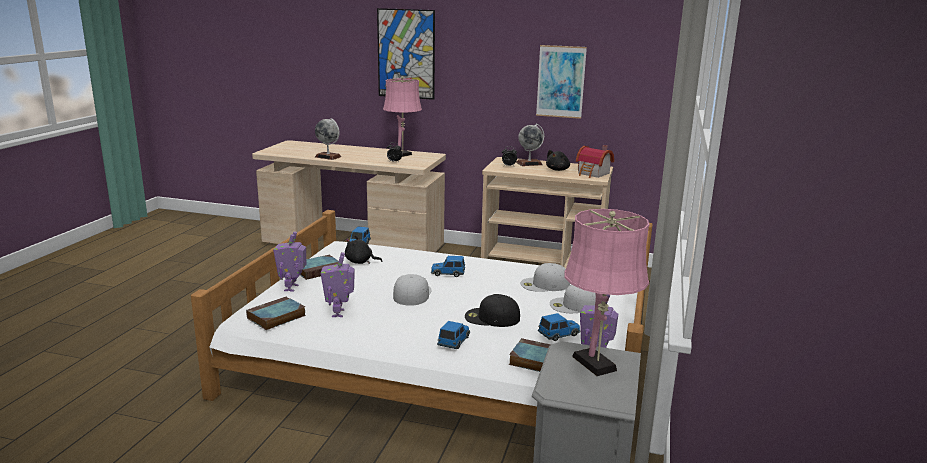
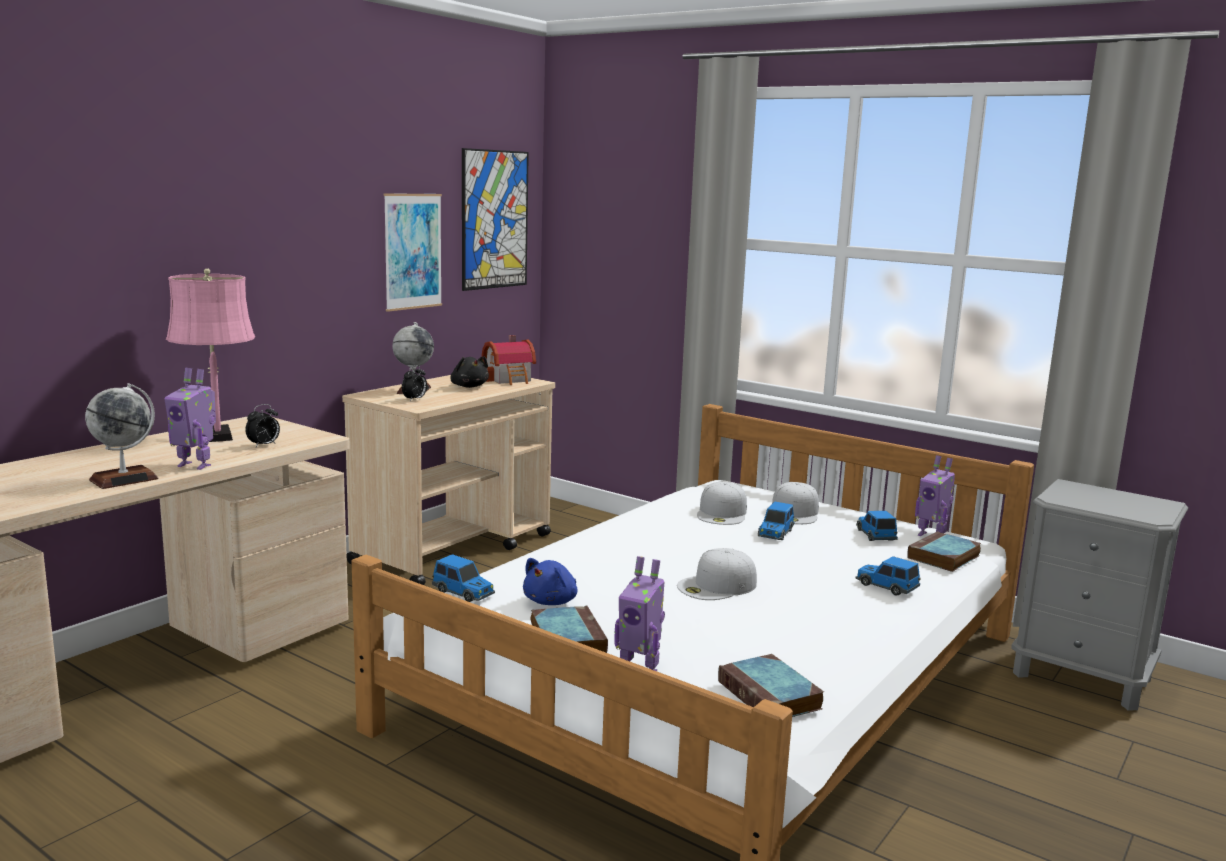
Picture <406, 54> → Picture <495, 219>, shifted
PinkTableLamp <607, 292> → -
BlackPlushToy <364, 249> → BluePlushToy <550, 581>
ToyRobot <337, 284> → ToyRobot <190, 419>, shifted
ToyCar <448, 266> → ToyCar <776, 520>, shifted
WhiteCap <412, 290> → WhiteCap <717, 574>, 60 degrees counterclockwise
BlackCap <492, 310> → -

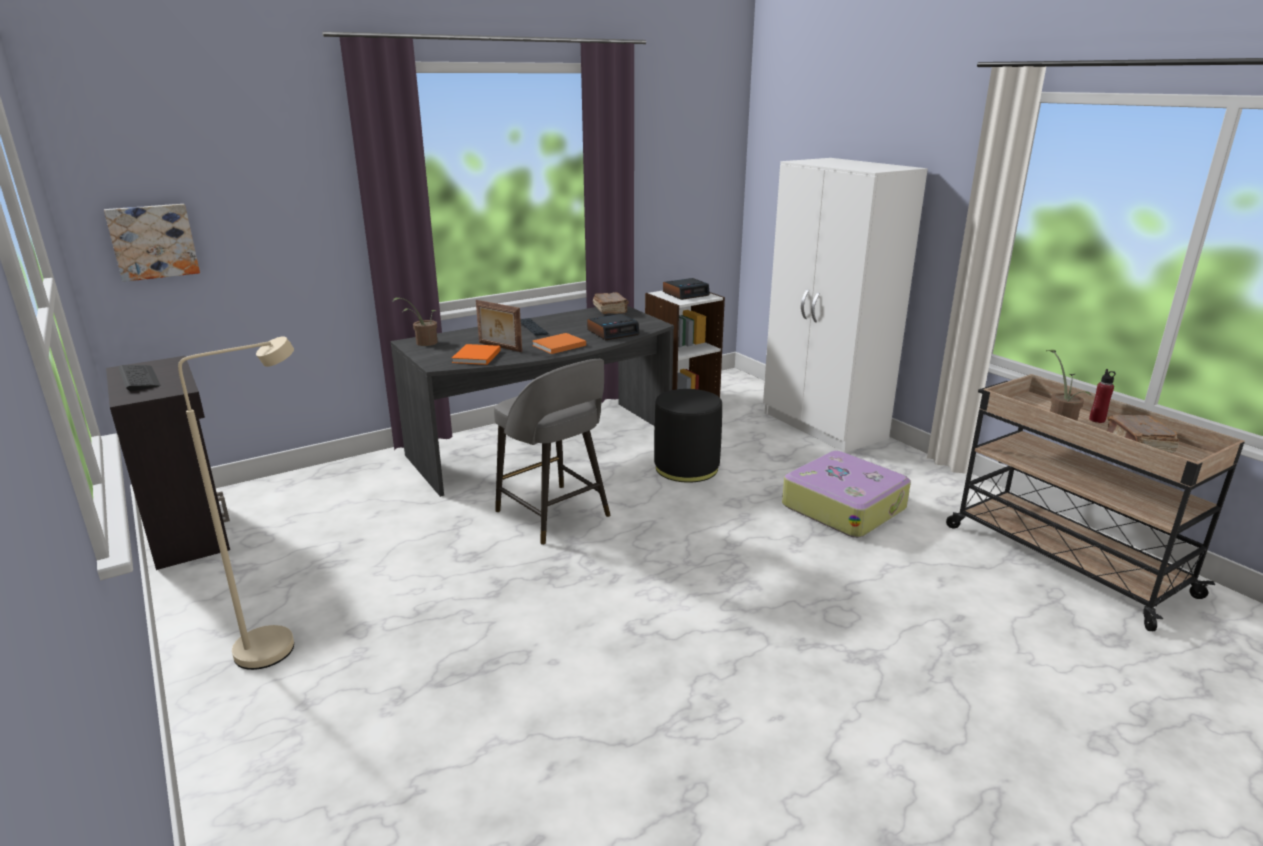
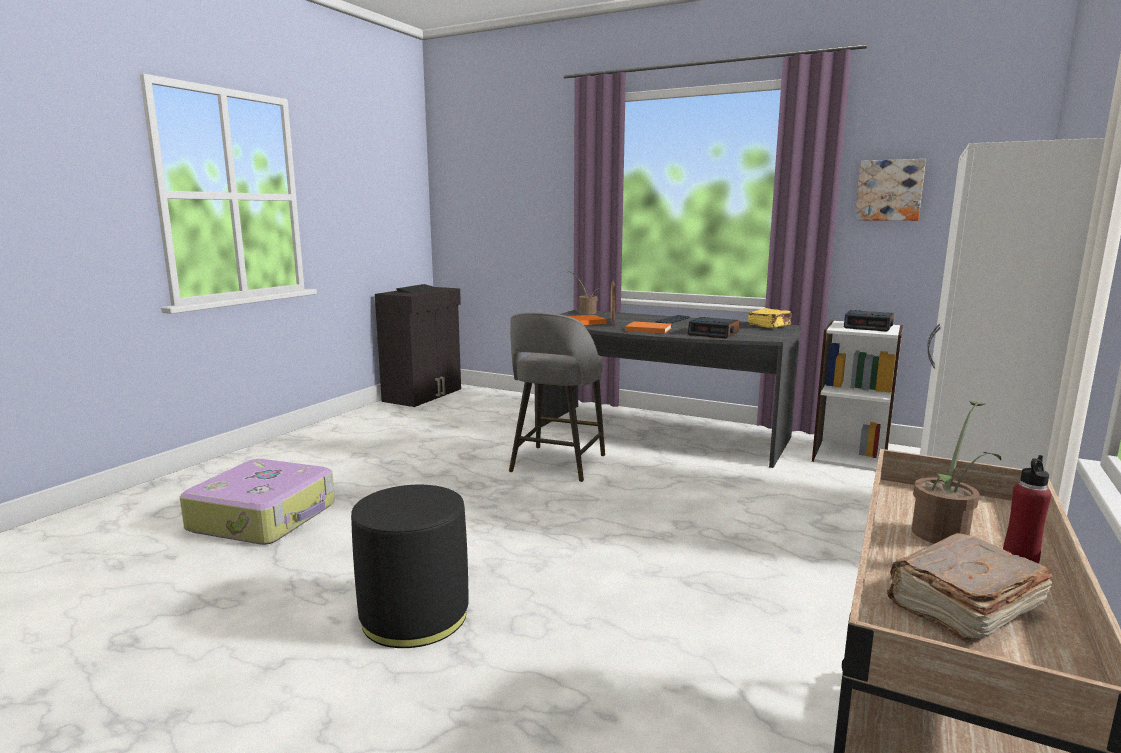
Picture <152, 243> → Picture <890, 190>, shifted
BrownBook <611, 303> → YellowBook <770, 318>
BeigeFloorLamp <236, 503> → -
BlackOttoman <688, 436> → BlackOttoman <410, 566>, shifted
Suitcase <846, 494> → Suitcase <257, 502>, shifted

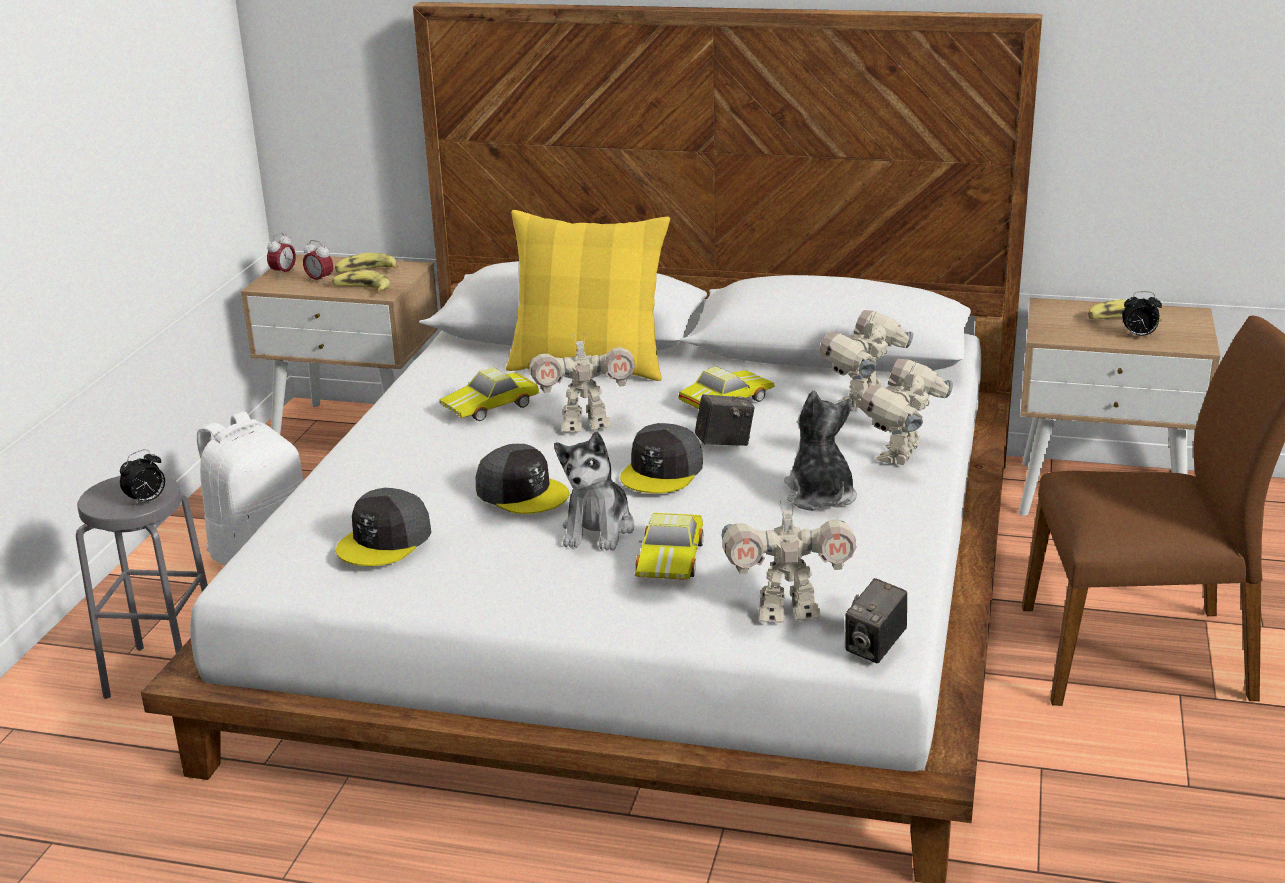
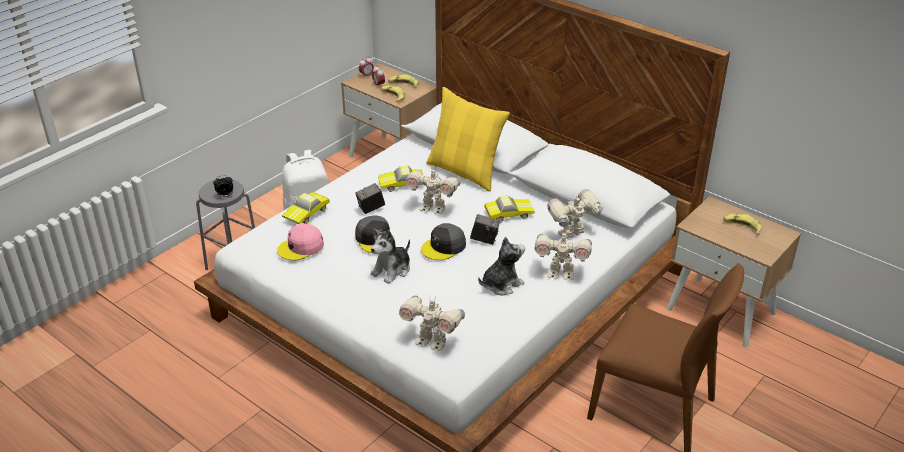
AlarmClock <1142, 314> → -
ToyRobot <906, 412> → ToyRobot <563, 254>, 135 degrees counterclockwise
PlushToy <820, 450> → PlushToy <501, 266>, 45 degrees clockwise
GreyCap <383, 527> → PinkCap <300, 242>
ToyCar <669, 546> → ToyCar <306, 208>, shifted
PhotoCamera <876, 621> → PhotoCamera <370, 198>, shifted

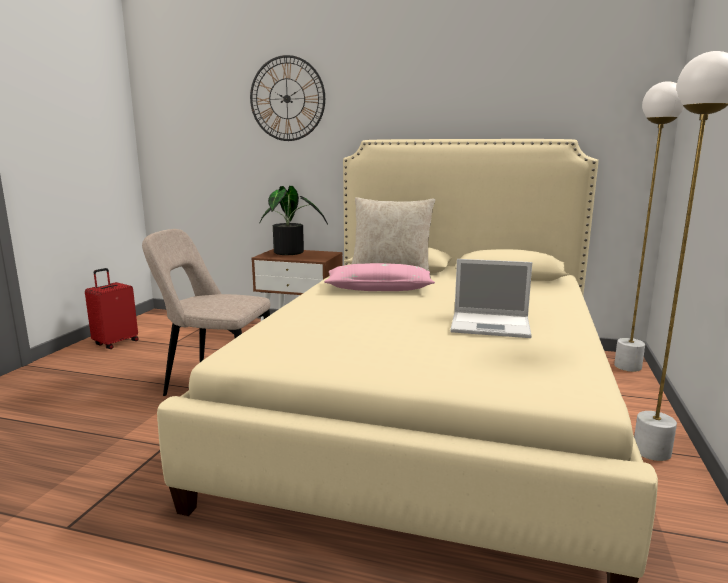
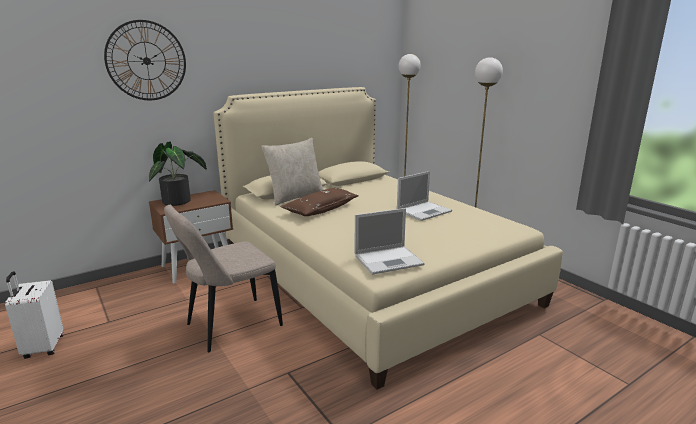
PinkPillow <379, 277> → BrownPillow <319, 202>
RedSuitcase <112, 308> → WhiteSuitcase <34, 315>
- → Laptop <390, 241>

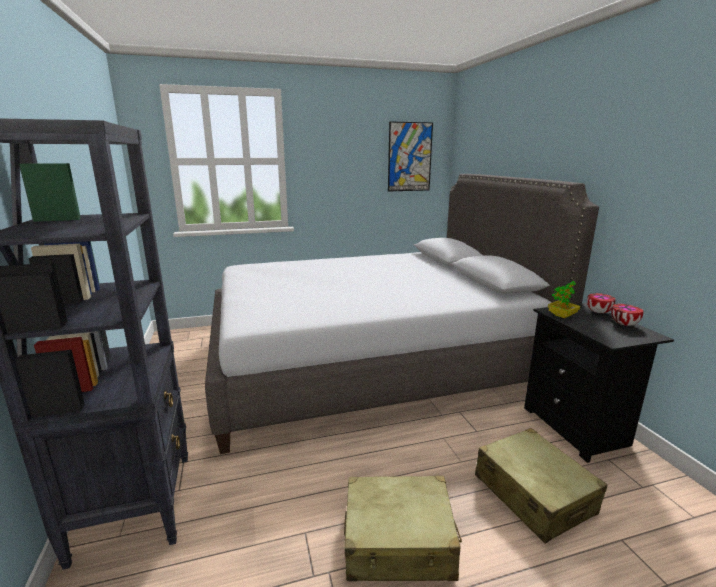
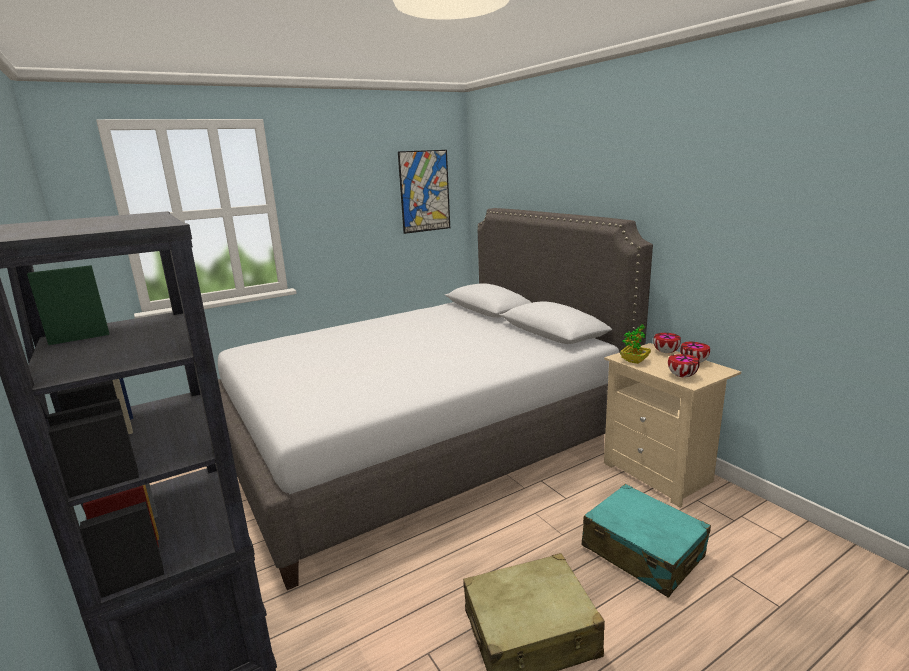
BlackNightstand <599, 383> → BeigeNightstand <672, 425>
BeigeSuitcase <541, 485> → TurquoiseSuitcase <646, 541>
- → Bowl <684, 365>

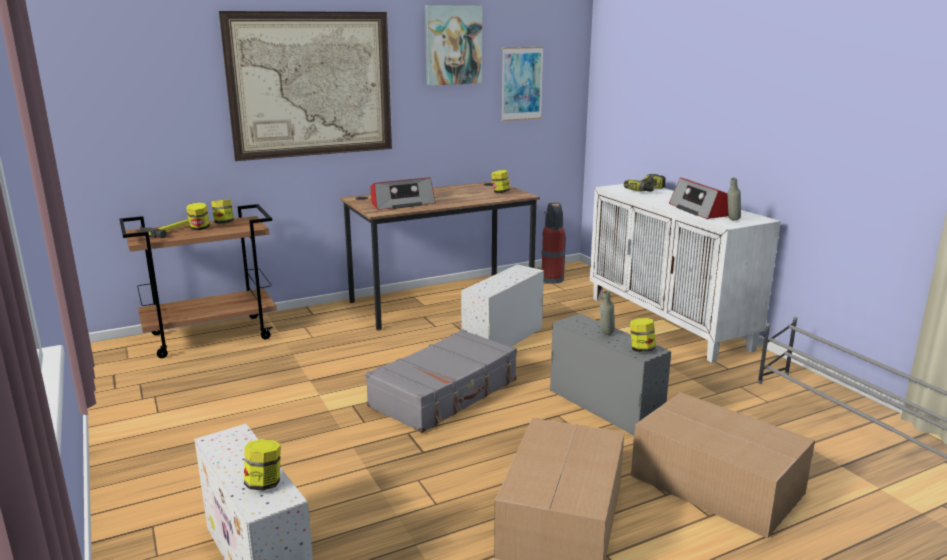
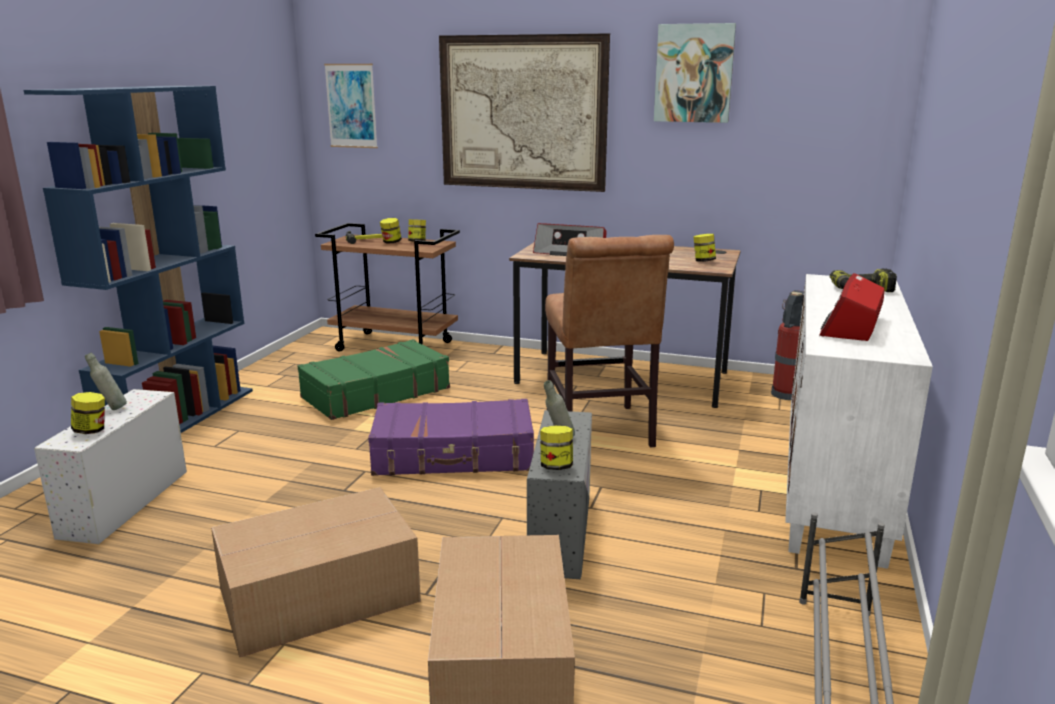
Picture <522, 84> → Picture <351, 106>, shifted
GreyBottle <734, 199> → GreyBottle <106, 381>, shifted
WhiteStorageBox <502, 305> → BrownChair <609, 341>
GreySuitcase <441, 381> → PurpleSuitcase <451, 437>
- → BlueBookcase <138, 259>
- → GreenSuitcase <374, 379>

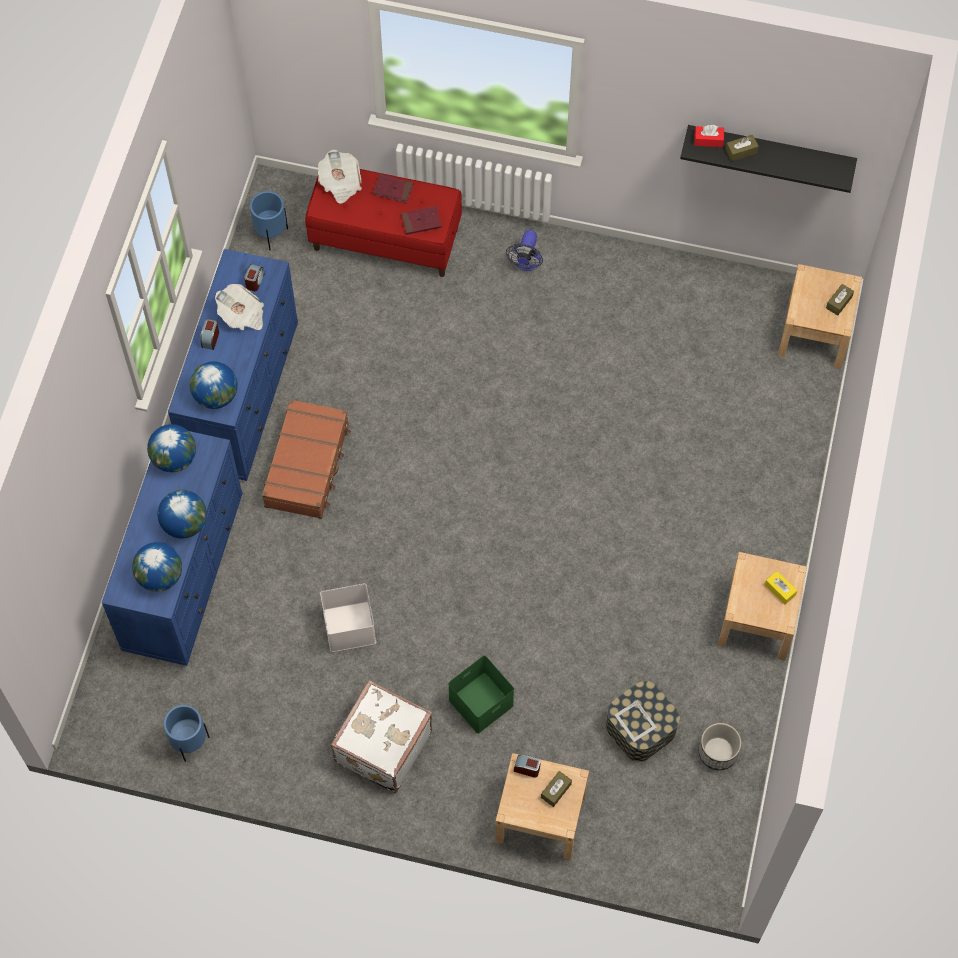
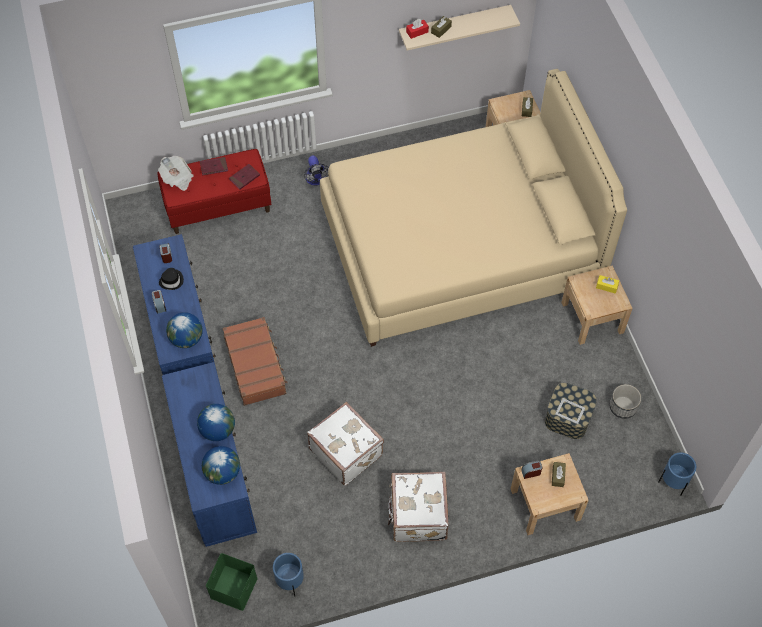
BlackShelf <768, 159> → BeigeShelf <459, 28>
BluePlanter <269, 221> → BluePlanter <677, 474>, shifted
Newspaper <239, 307> → BlackHat <171, 279>
Globe <171, 448> → -
WhiteStorageBox <348, 618> → WhiteSuitcase <345, 444>
GreenStorageBox <481, 694> → GreenStorageBox <232, 582>, shifted
- → BeigeBed <473, 208>

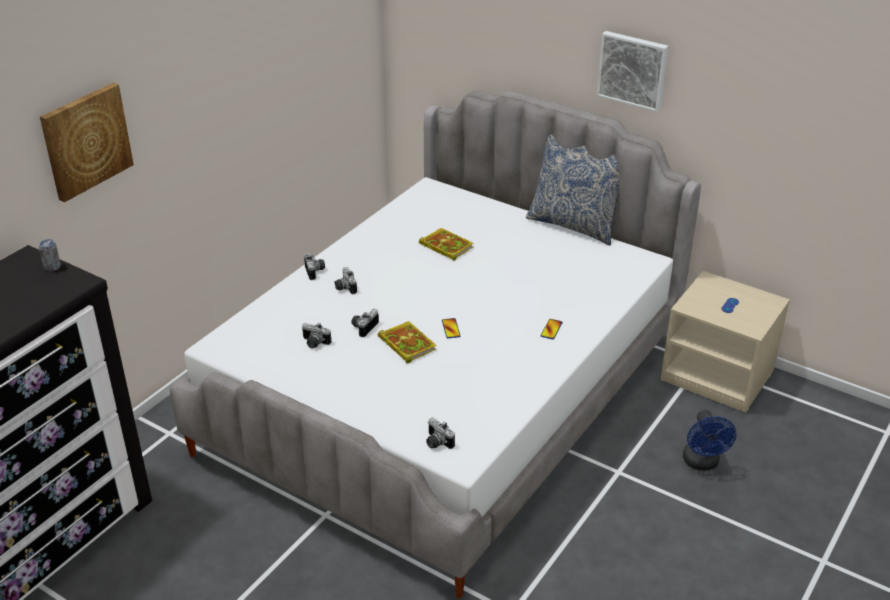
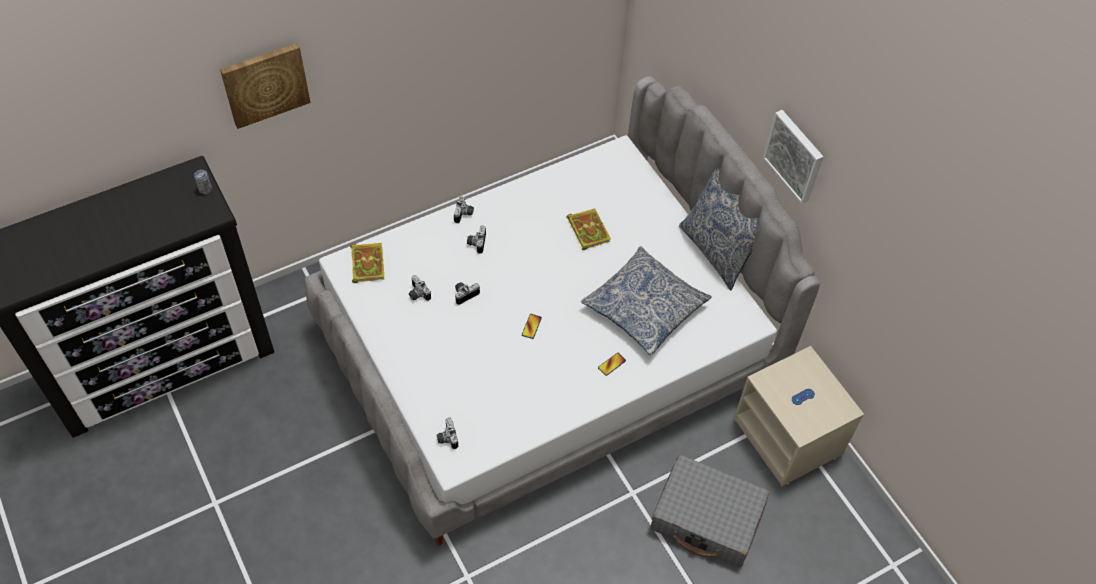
Book <407, 342> → Book <367, 263>, shifted
BlueFan <709, 440> → GreySuitcase <710, 510>
- → Pillow <646, 301>

